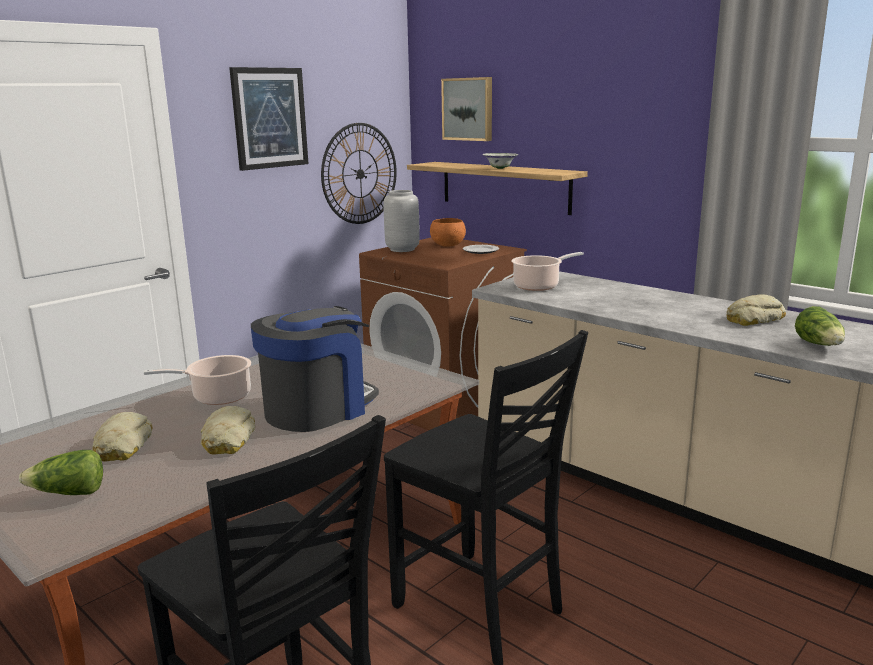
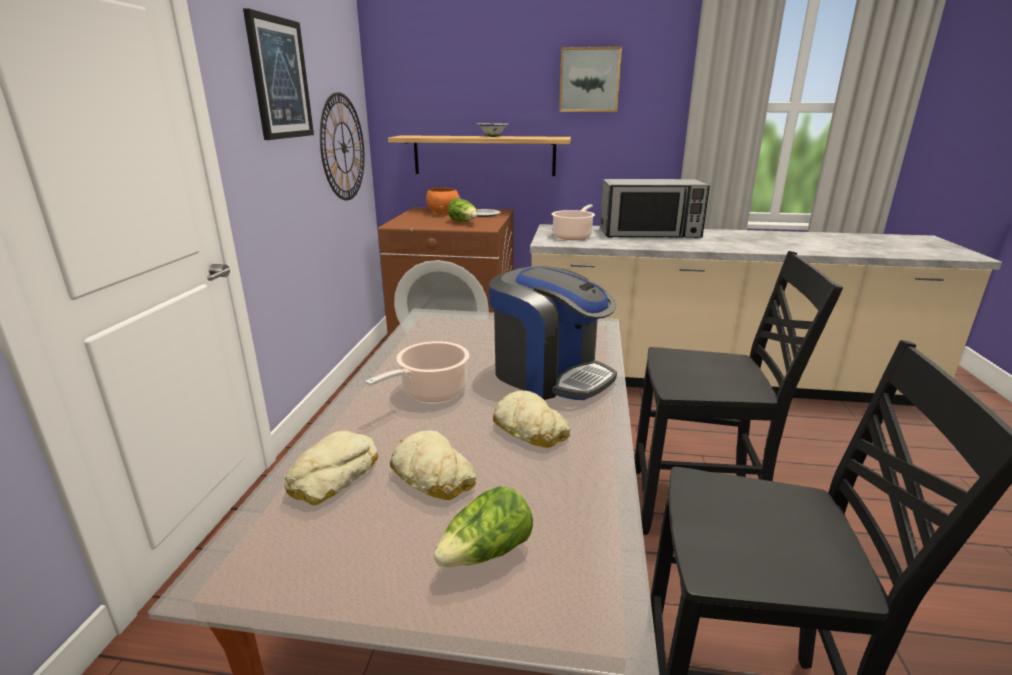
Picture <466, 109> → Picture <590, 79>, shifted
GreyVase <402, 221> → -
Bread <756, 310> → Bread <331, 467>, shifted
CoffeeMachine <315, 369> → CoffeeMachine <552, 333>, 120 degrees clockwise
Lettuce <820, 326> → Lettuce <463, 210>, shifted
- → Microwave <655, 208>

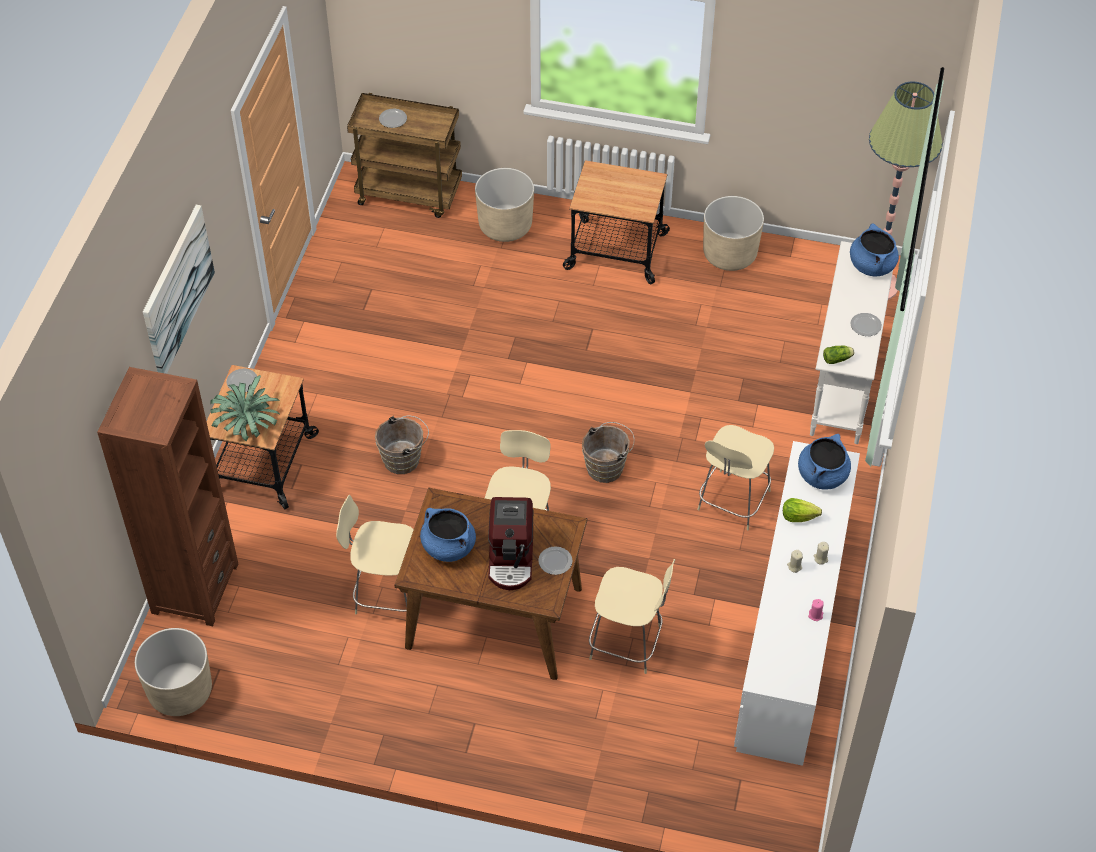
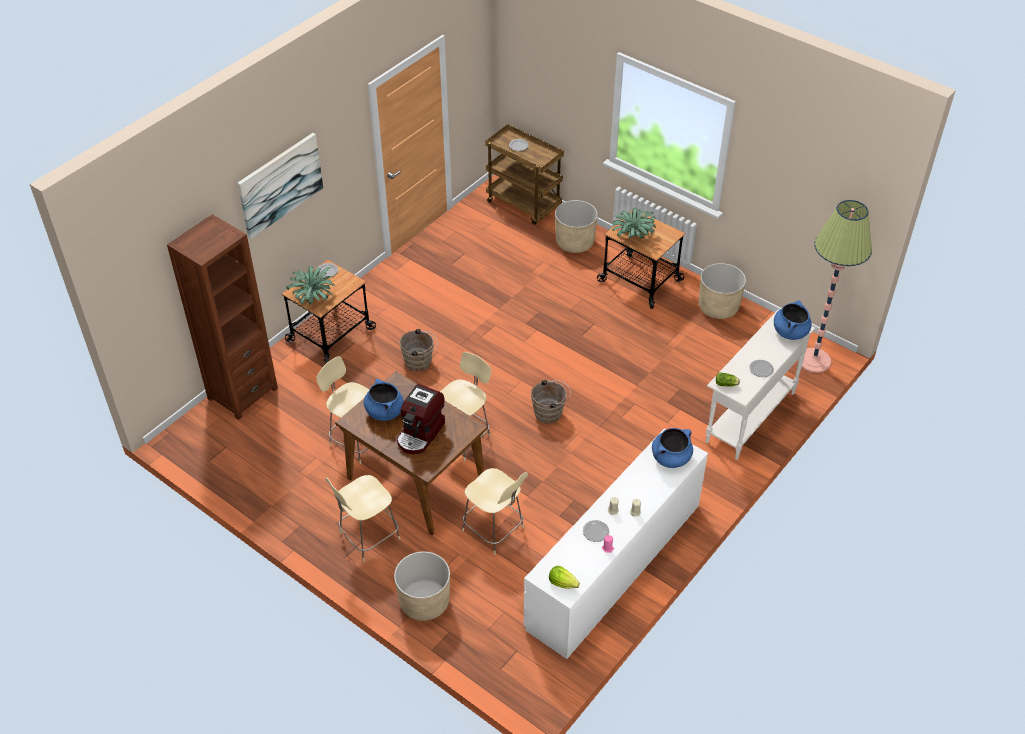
BeigeChair <735, 478> → BeigeChair <363, 518>, shifted
Lettuce <802, 510> → Lettuce <564, 577>, shifted
Plate <555, 560> → Plate <596, 531>, shifted
BeigePlanter <173, 672> → BeigePlanter <422, 586>, shifted
- → PottedPlant <634, 223>

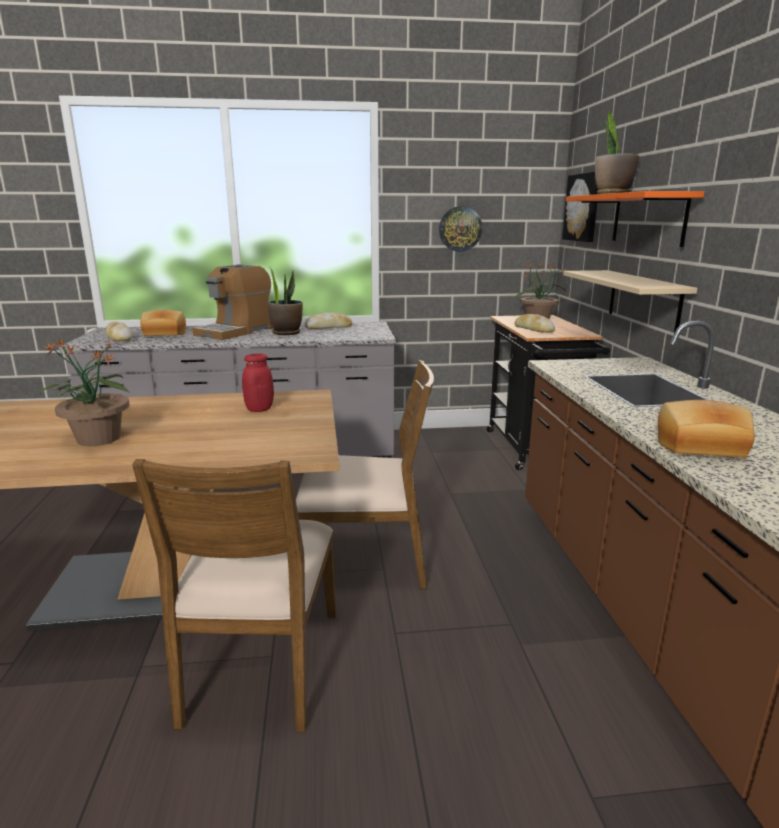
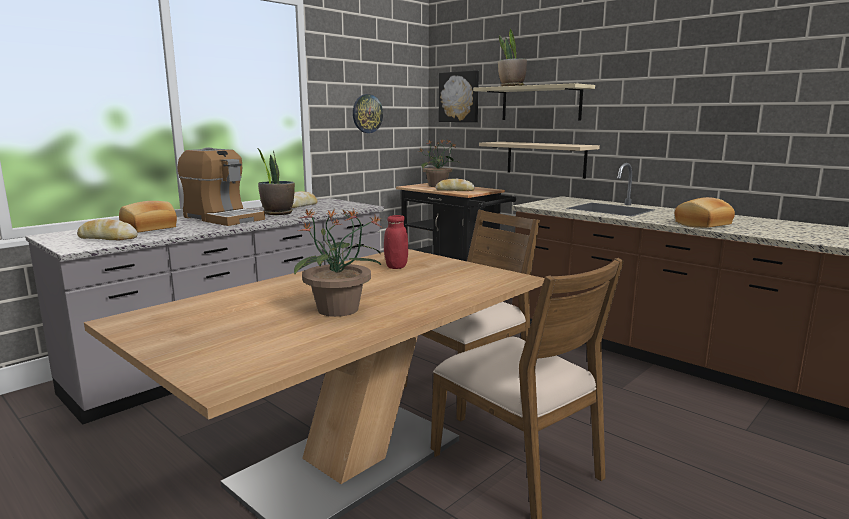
OrangeShelf <635, 219> → BeigeShelf <534, 101>
CoffeeMachine <232, 302> → CoffeeMachine <221, 187>, 45 degrees counterclockwise

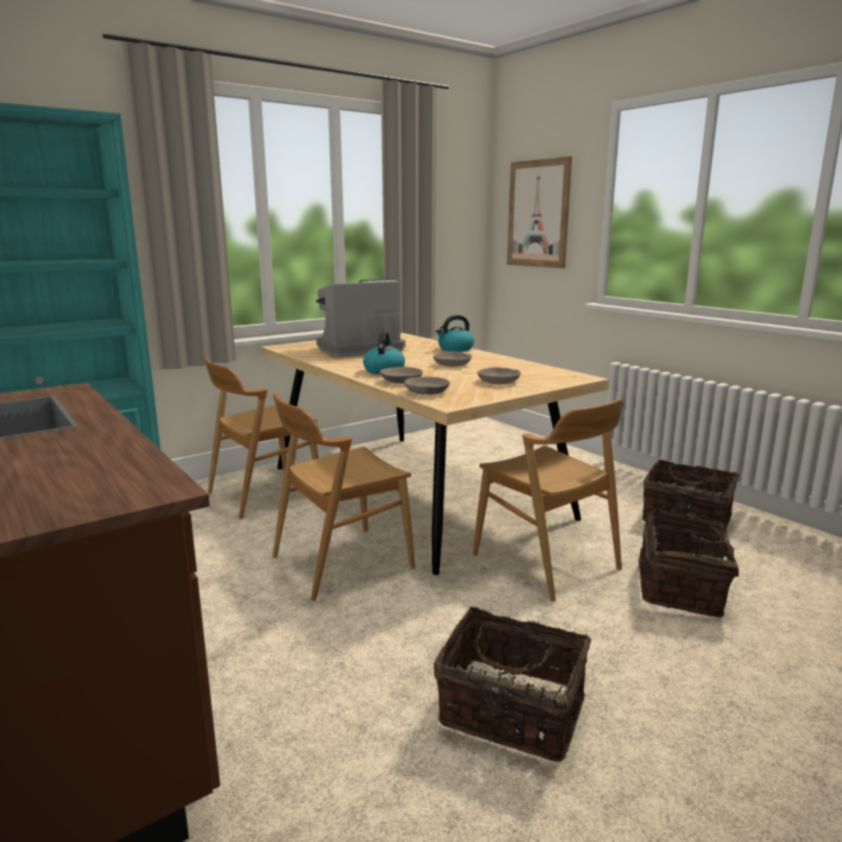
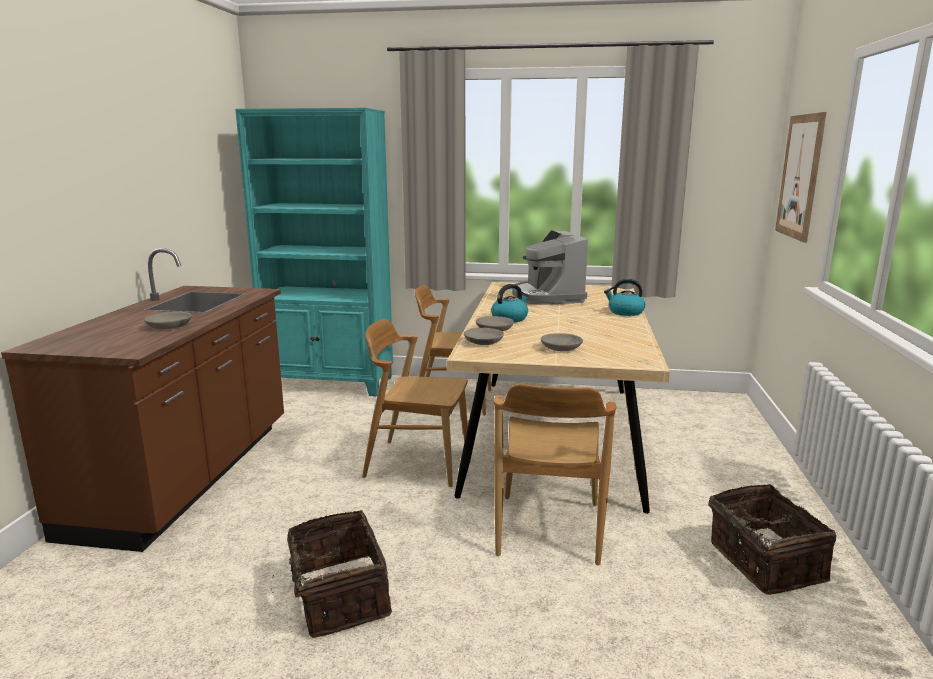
CoffeeMachine <361, 318> → CoffeeMachine <550, 267>, 120 degrees counterclockwise
GreyBowl <452, 359> → GreyBowl <168, 320>, shifted
Basket <693, 564> → -

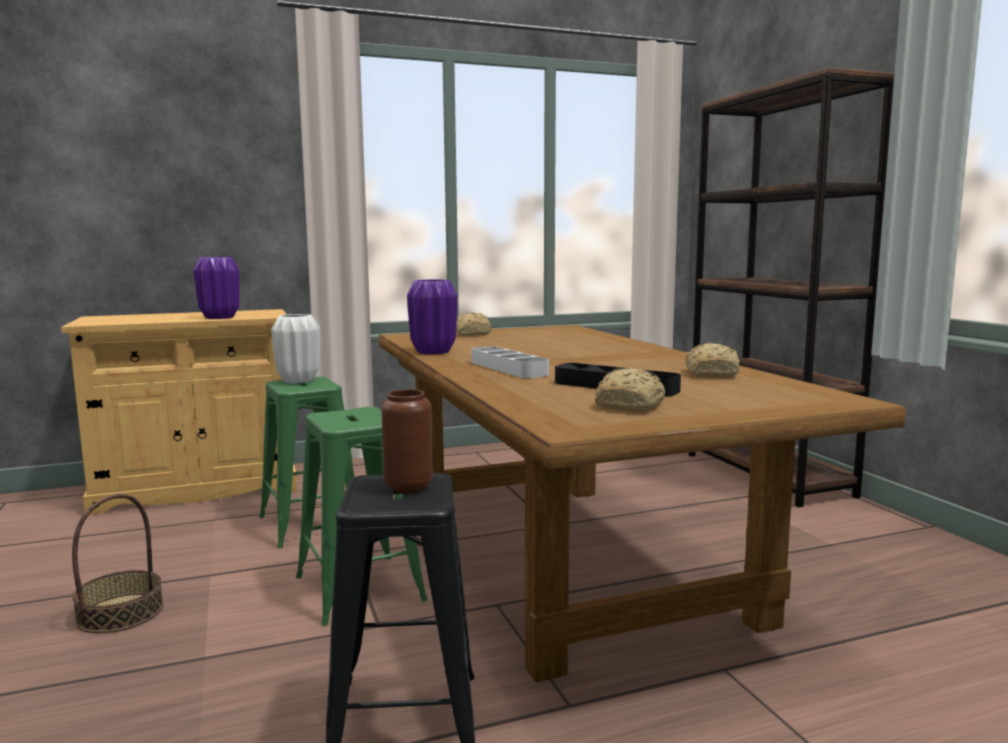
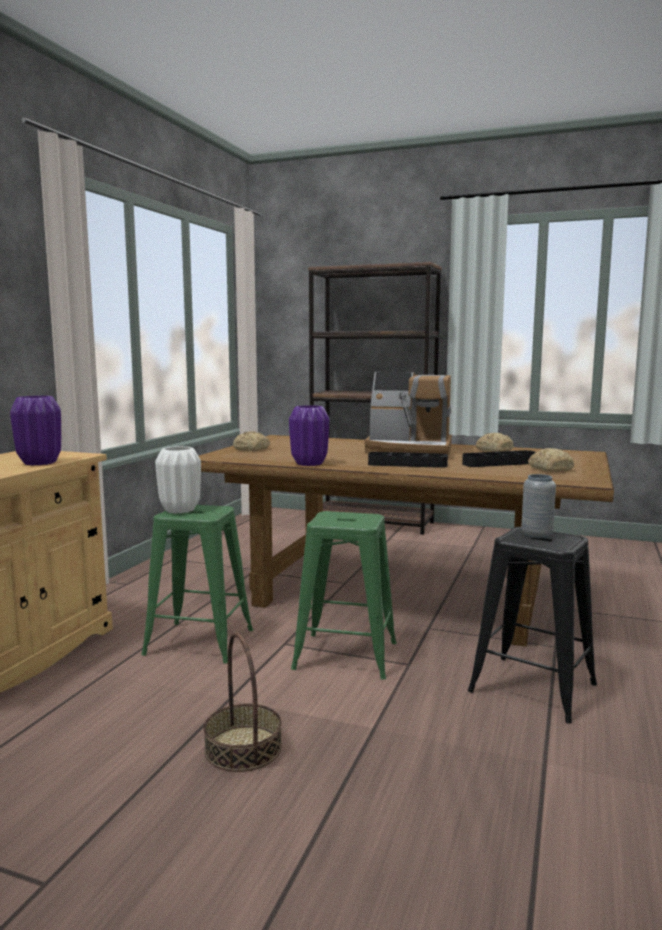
WhiteTray <510, 362> → BlackTray <408, 460>
BrownVase <407, 441> → GreyVase <538, 506>
- → CoffeeMachine <408, 415>

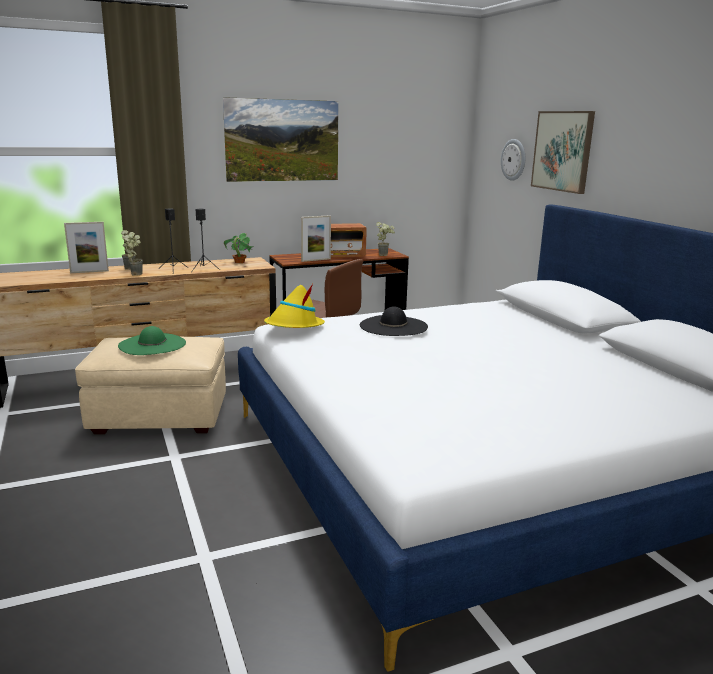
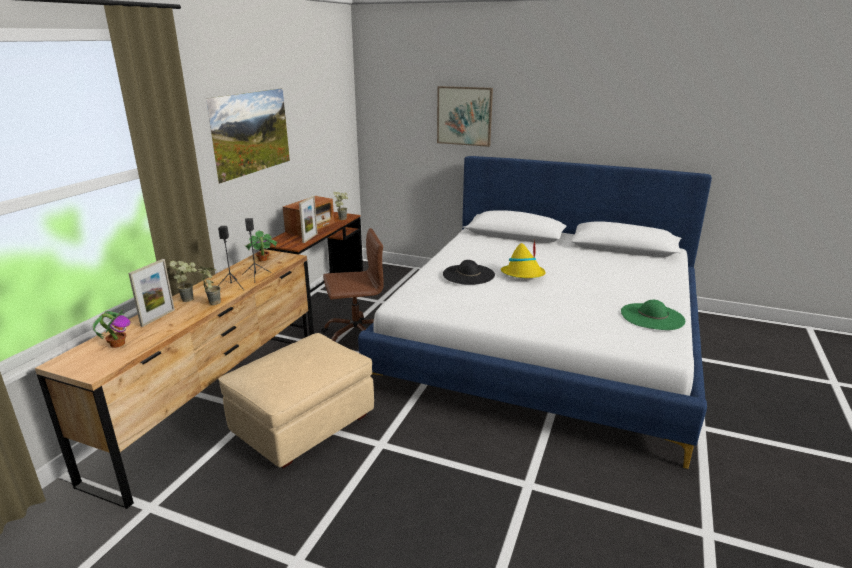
WallClock <513, 160> → -
YellowHat <294, 305> → YellowHat <523, 258>, shifted
GreenHat <152, 340> → GreenHat <653, 315>, shifted
- → PottedPlant <111, 328>

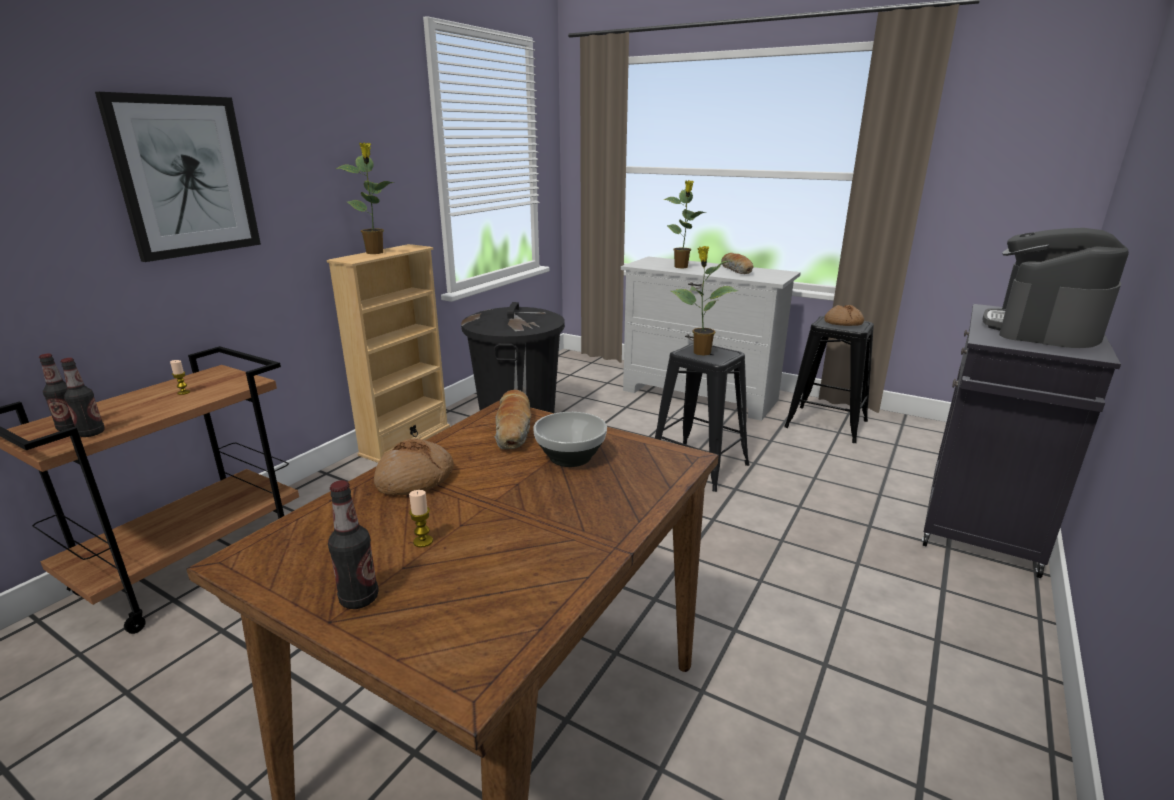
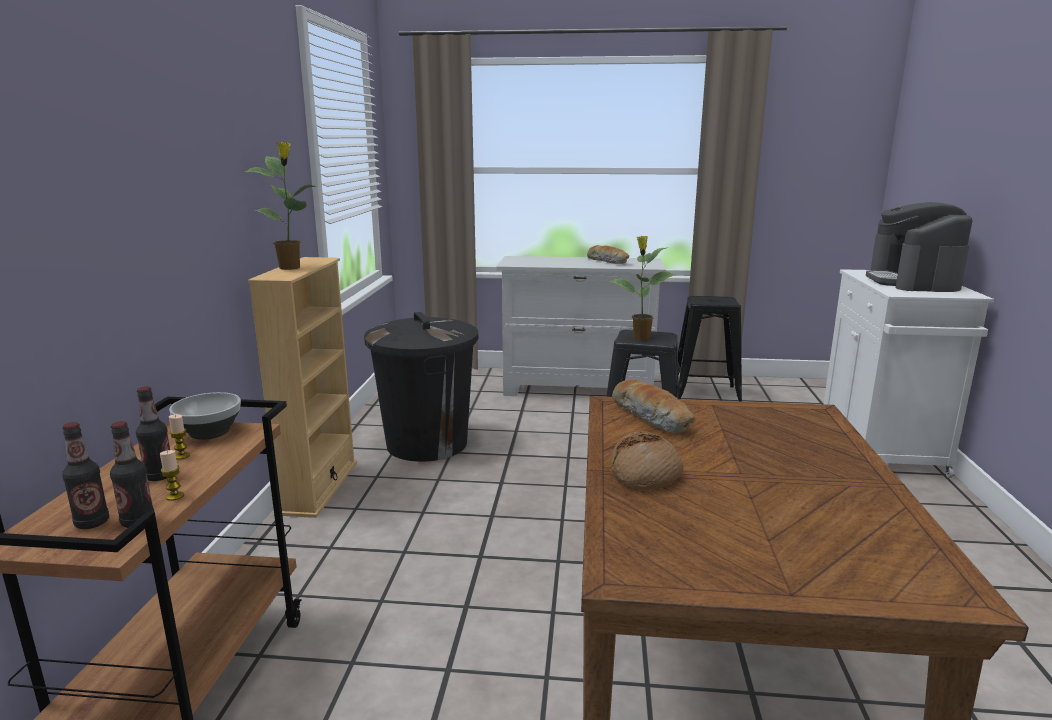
Picture <178, 177> → -
PottedPlant <685, 224> → -
BlackCabinet <1021, 441> → WhiteCabinet <909, 373>
Bread <844, 315> → -
Bowl <570, 439> → Bowl <205, 416>, shifted
Bottle <353, 544> → Bottle <153, 433>, shifted
Candle <421, 518> → Candle <172, 475>, shifted

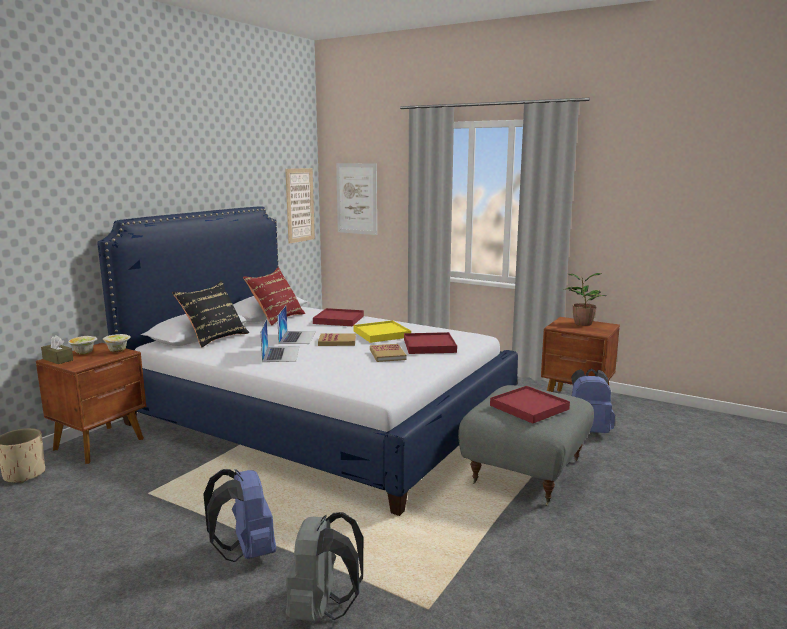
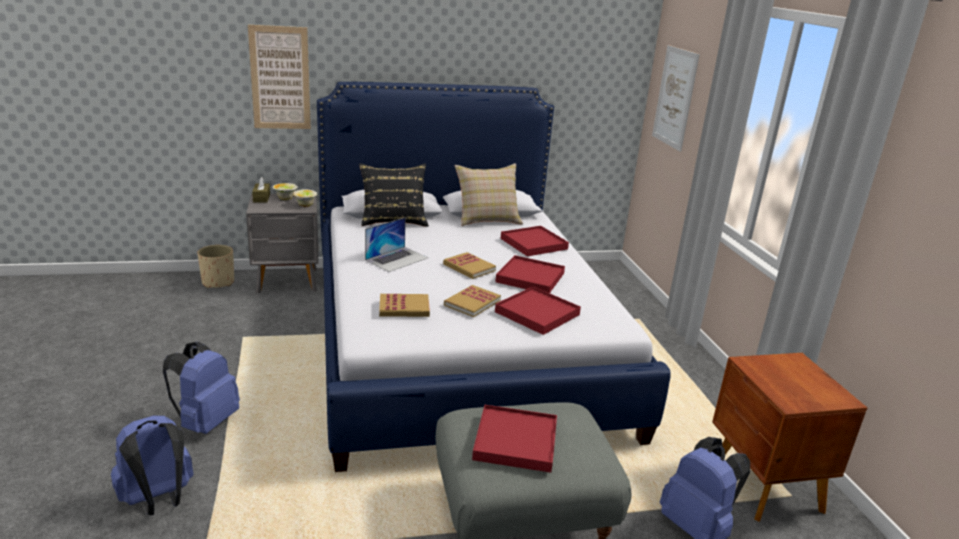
Picture <300, 206> → Picture <279, 77>, shifted
RedPillow <274, 296> → BeigePillow <488, 194>
PottedPlant <585, 299> → -
Laptop <296, 325> → -
YellowTray <382, 331> → RedTray <530, 274>
BrownNightstand <91, 403> → GreyNightstand <282, 243>
GreyBackpack <324, 566> → BlueBackpack <152, 465>
- → Book <404, 305>

